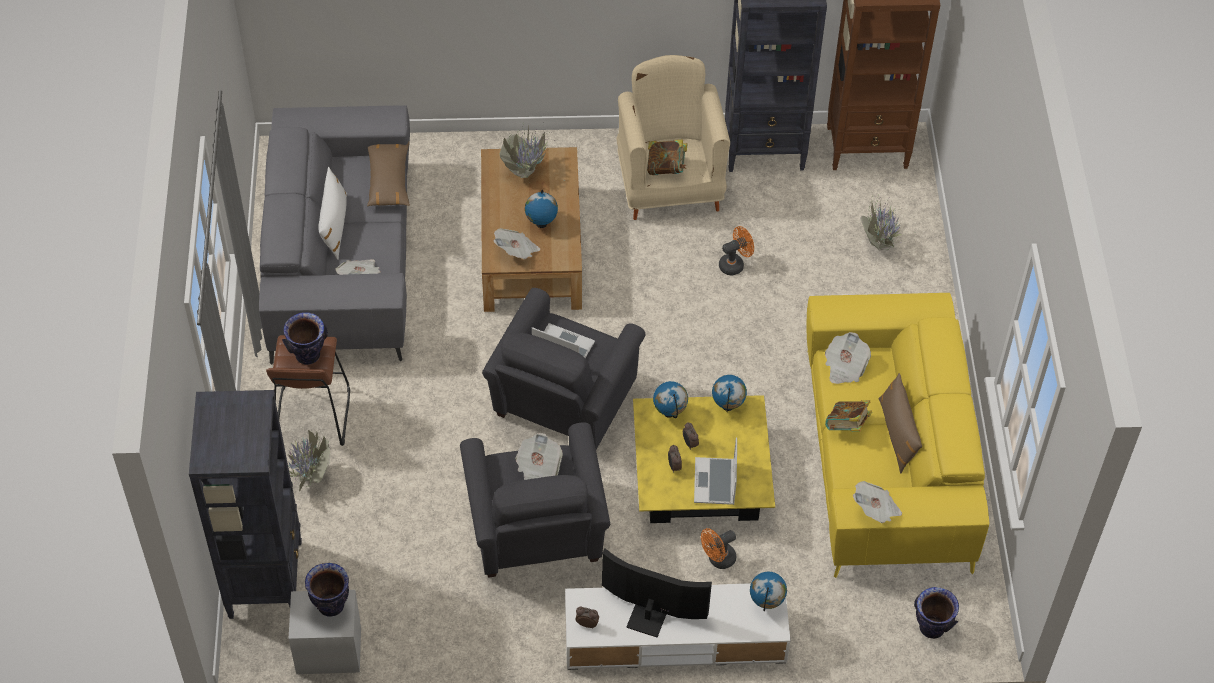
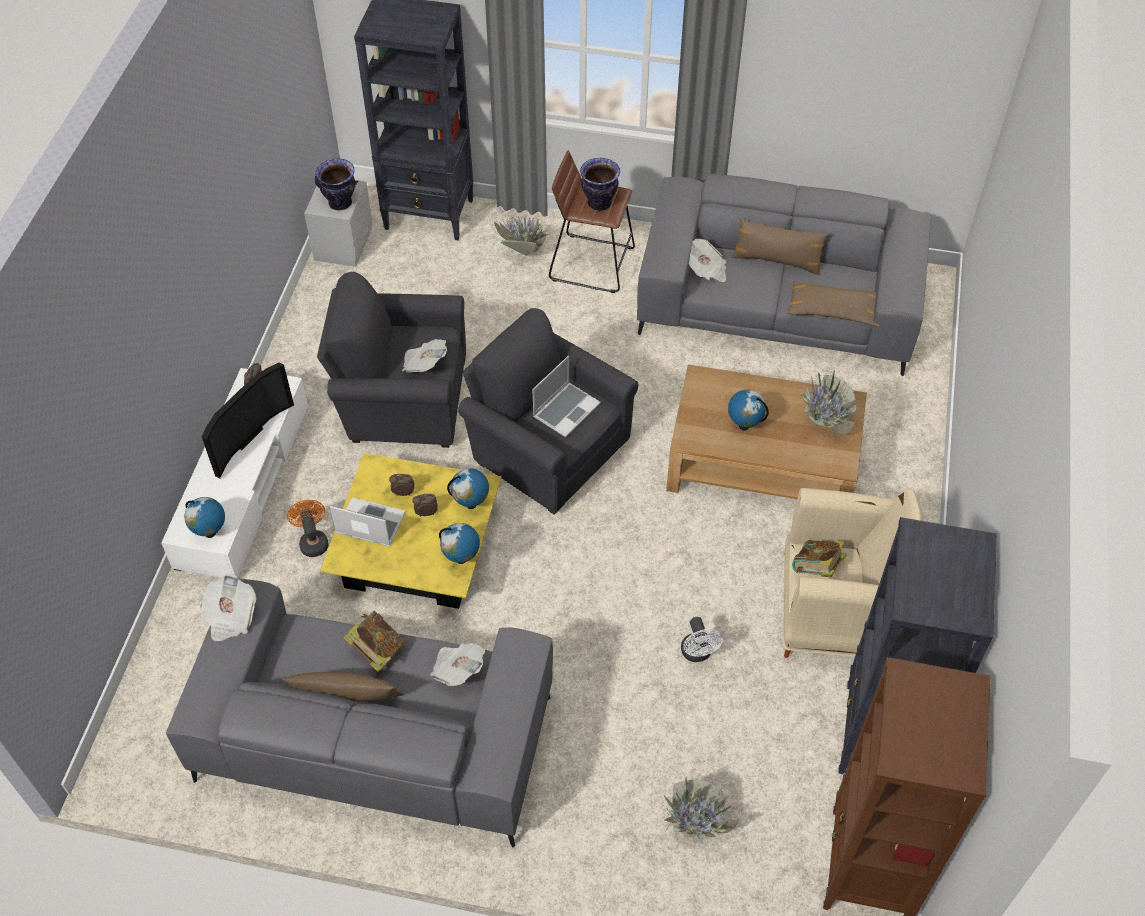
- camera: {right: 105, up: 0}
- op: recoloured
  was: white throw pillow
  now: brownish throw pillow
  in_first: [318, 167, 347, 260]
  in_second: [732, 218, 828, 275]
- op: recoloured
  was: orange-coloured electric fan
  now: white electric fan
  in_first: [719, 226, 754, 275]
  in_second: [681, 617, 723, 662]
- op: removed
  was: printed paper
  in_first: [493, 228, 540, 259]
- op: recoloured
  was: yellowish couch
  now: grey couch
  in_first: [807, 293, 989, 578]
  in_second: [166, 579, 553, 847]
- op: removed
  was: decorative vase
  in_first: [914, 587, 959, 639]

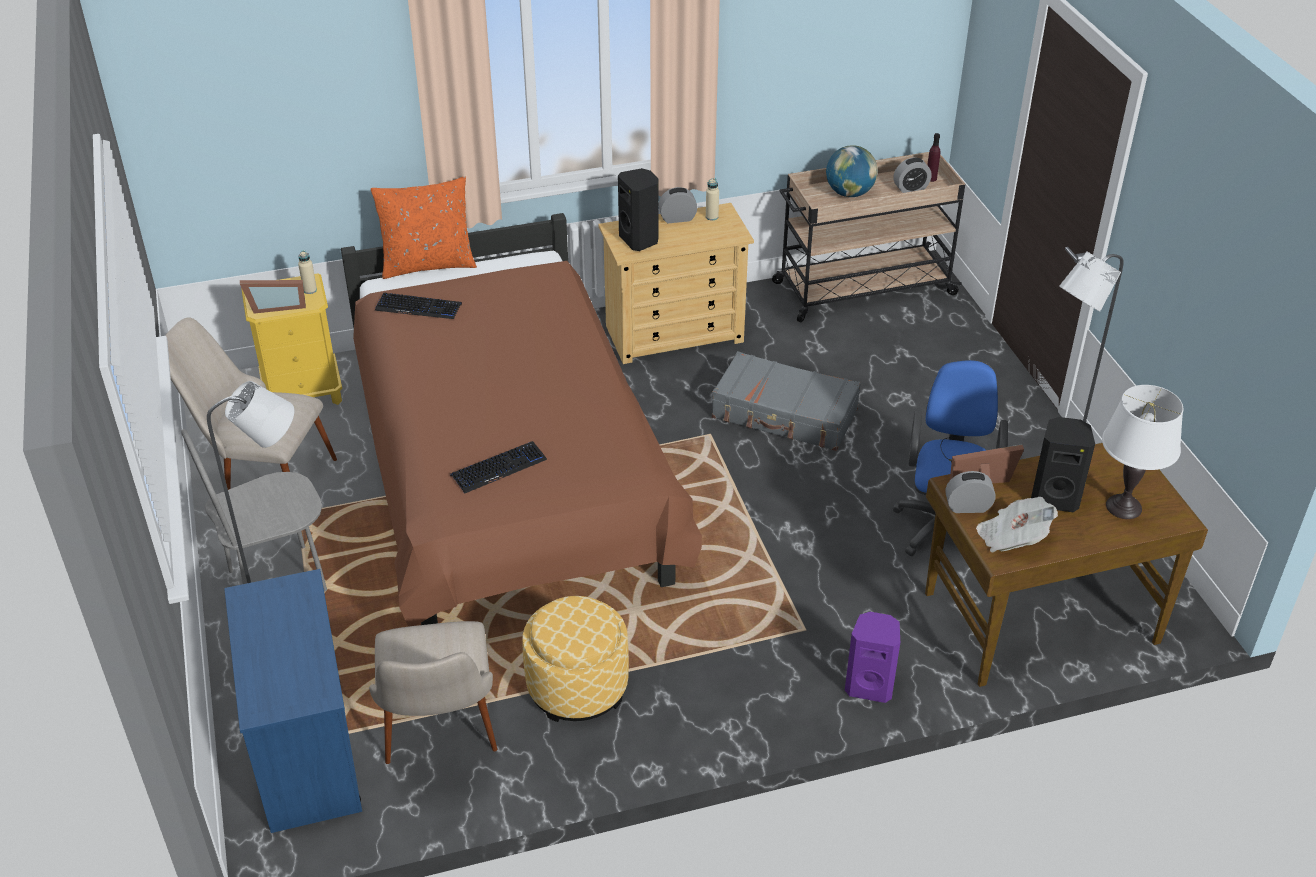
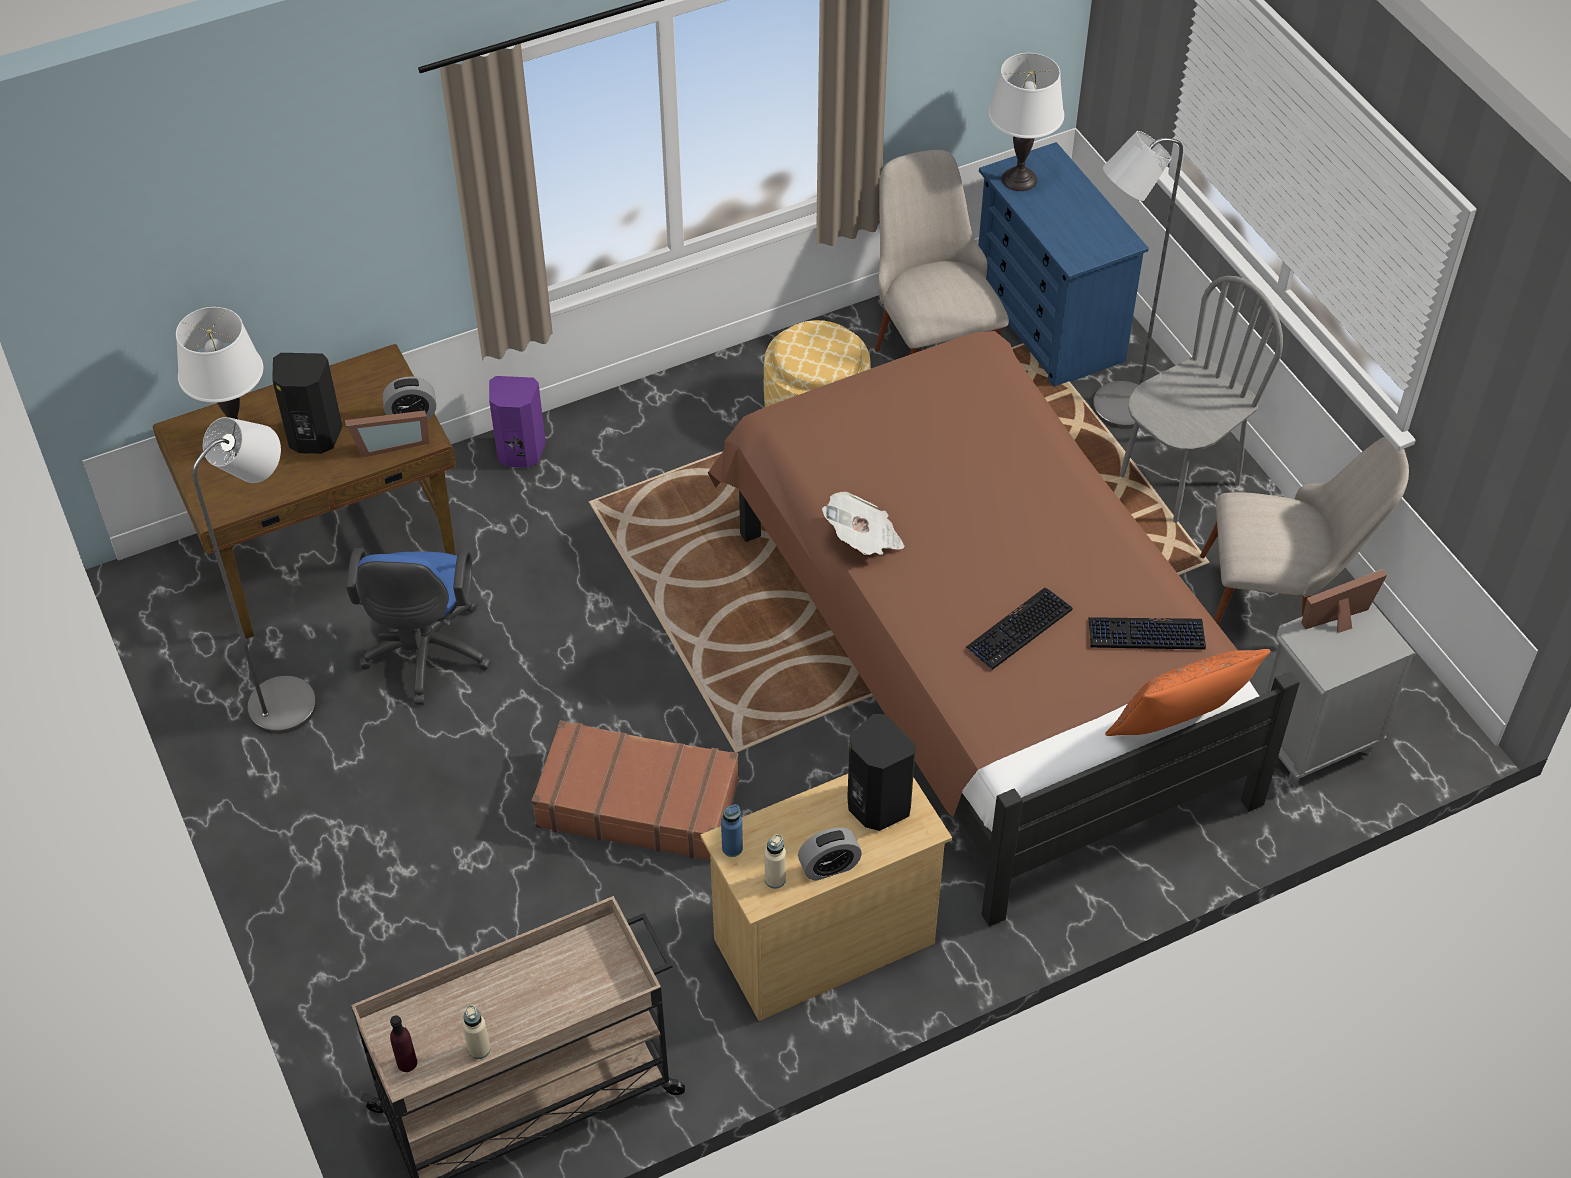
- camera: {right: 170, up: 10}
- op: removed
  was: desk globe
  in_first: [826, 145, 878, 197]
- op: removed
  was: alarm clock
  in_first: [893, 157, 932, 193]
- op: moved
  was: beige drink bottle
  in_first: [298, 250, 317, 294]
  in_second: [463, 1005, 490, 1059]
- op: recoloured
  was: yellowish night table
  now: grey night table
  in_first: [241, 273, 342, 405]
  in_second: [1265, 602, 1416, 786]
- op: recoloured
  was: grey travel case
  now: brownish travel case
  in_first: [712, 351, 861, 451]
  in_second: [532, 720, 739, 861]
- op: moved
  was: computer keyboard
  in_first: [450, 441, 547, 494]
  in_second: [966, 588, 1072, 670]
- op: moved
  was: printed paper
  in_first: [976, 497, 1058, 552]
  in_second: [822, 492, 905, 555]
- op: added
  now: white lamp for a table
  in_second: [988, 53, 1064, 191]
- op: added
  now: blue drink bottle
  in_second: [721, 804, 743, 857]

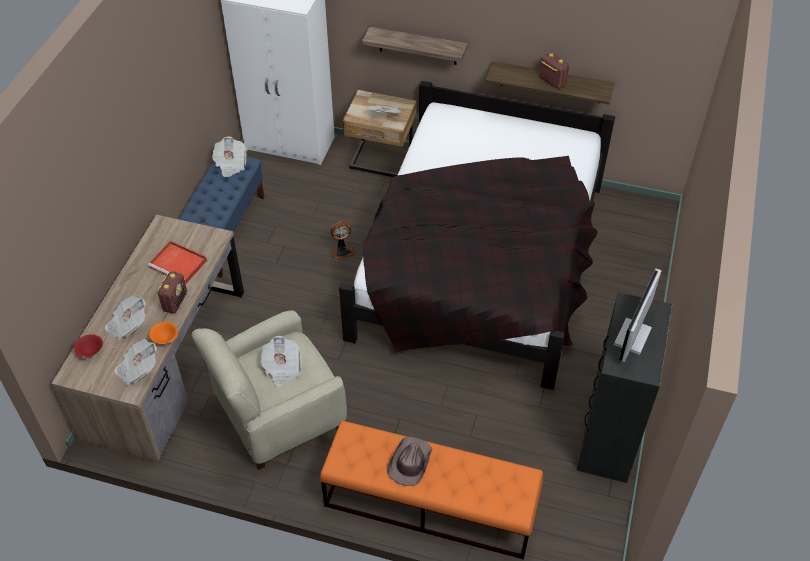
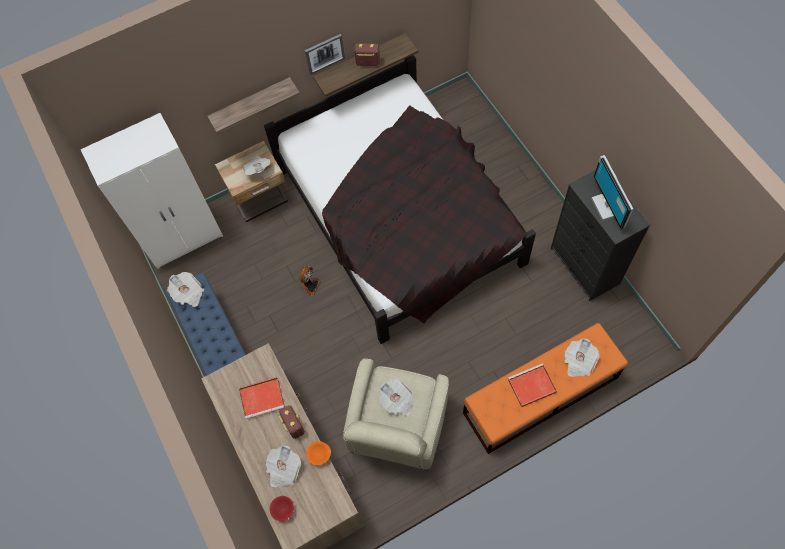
- camera: {right: -40, up: 15}
- op: moved
  was: printed paper
  in_first: [114, 339, 157, 385]
  in_second: [564, 339, 599, 377]
- op: replaced
  was: brownish wearable hat
  now: reddish carrying tray
  in_first: [387, 437, 432, 486]
  in_second: [508, 364, 557, 407]
- op: added
  now: picture
  in_second: [305, 34, 345, 75]

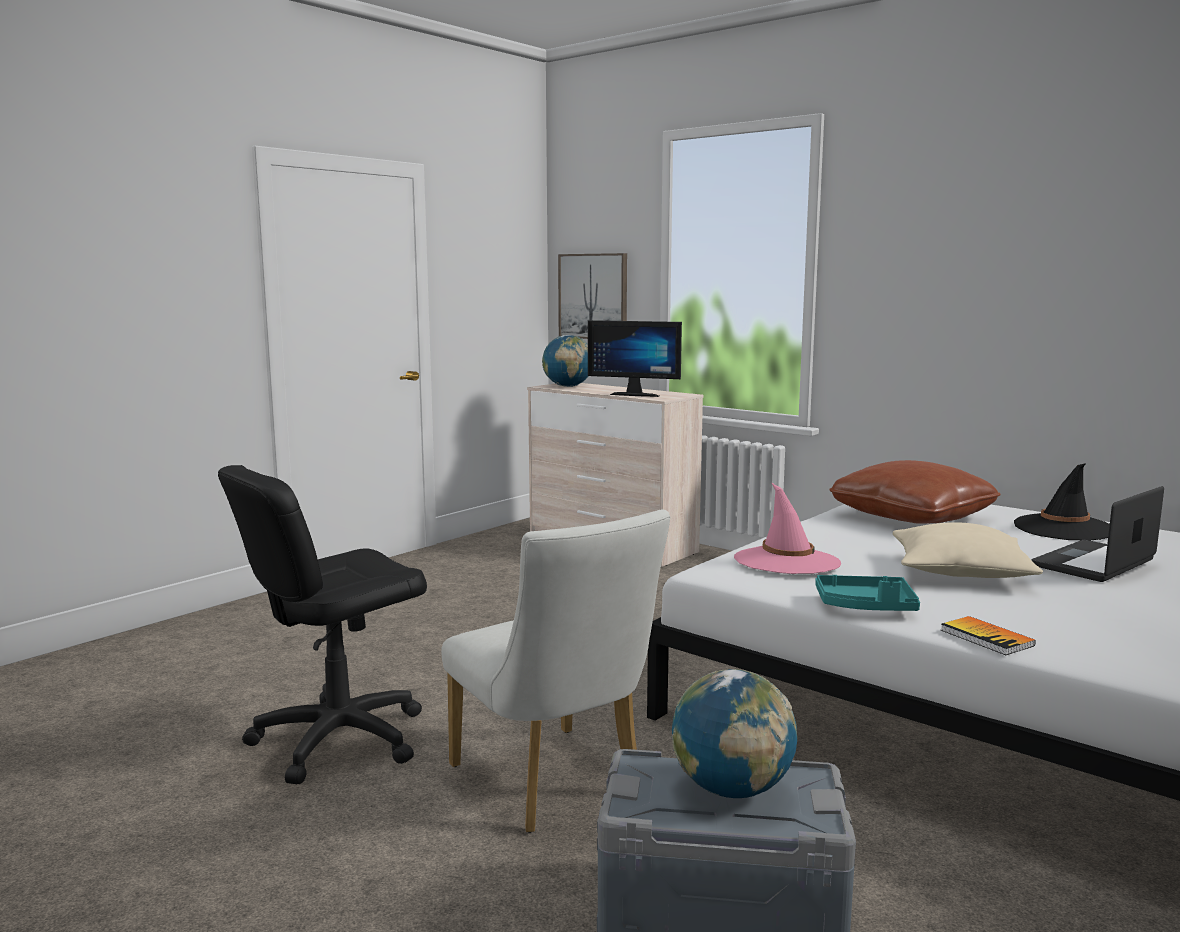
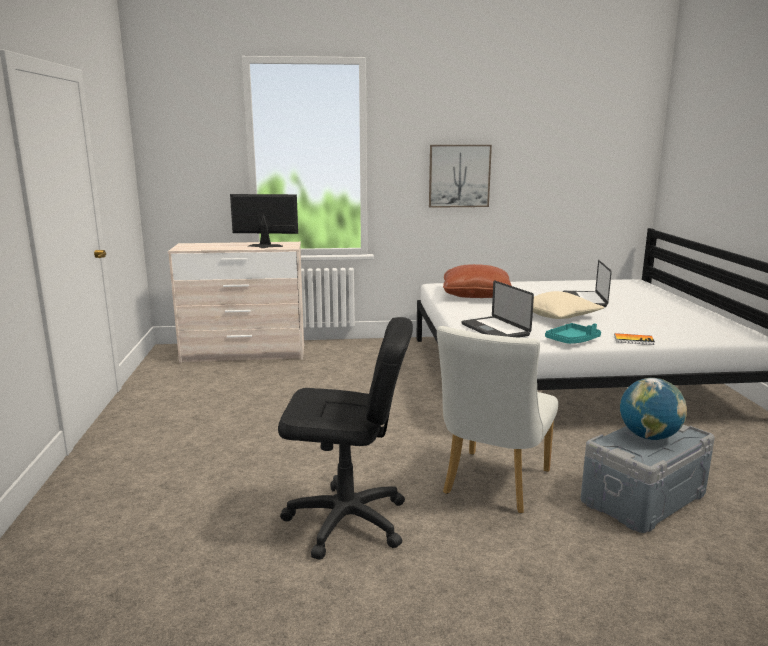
- camera: {right: -45, up: 5}
- op: moved
  was: picture
  in_first: [558, 253, 627, 339]
  in_second: [429, 145, 492, 208]
- op: turned
  was: computer screen
  in_first: [588, 320, 682, 397]
  in_second: [230, 194, 298, 248]
  clockwise: -150
- op: removed
  was: desk globe
  in_first: [542, 335, 588, 387]
- op: removed
  was: blackish wearable hat
  in_first: [1014, 463, 1110, 541]
- op: turned
  was: blackish desk chair
  in_first: [218, 465, 427, 784]
  in_second: [278, 317, 413, 560]
  clockwise: -90
- op: replaced
  was: pink-coloured wearable hat
  now: laptop
  in_first: [734, 483, 841, 574]
  in_second: [461, 280, 534, 338]
- op: turned
  was: white chair
  in_first: [441, 510, 670, 833]
  in_second: [437, 326, 558, 513]
  clockwise: 105

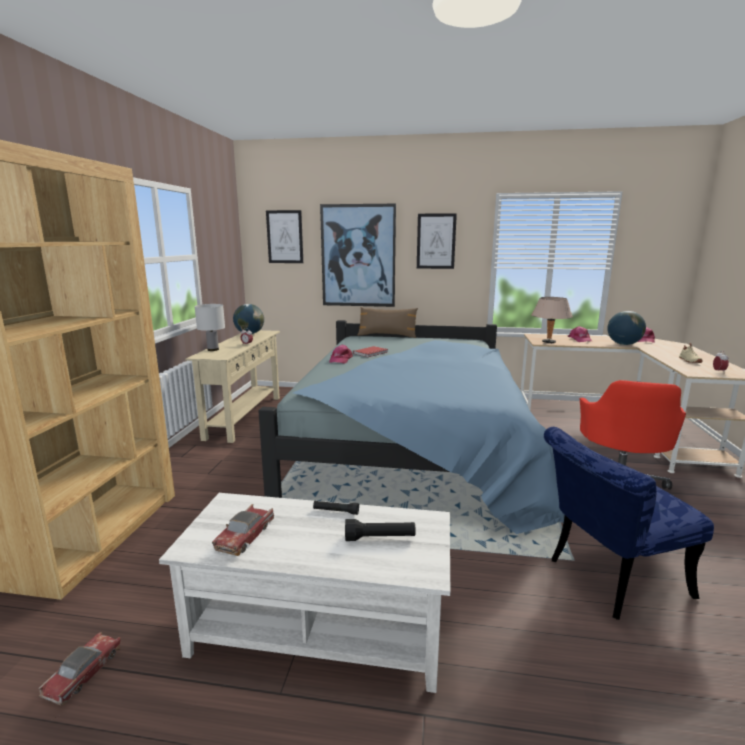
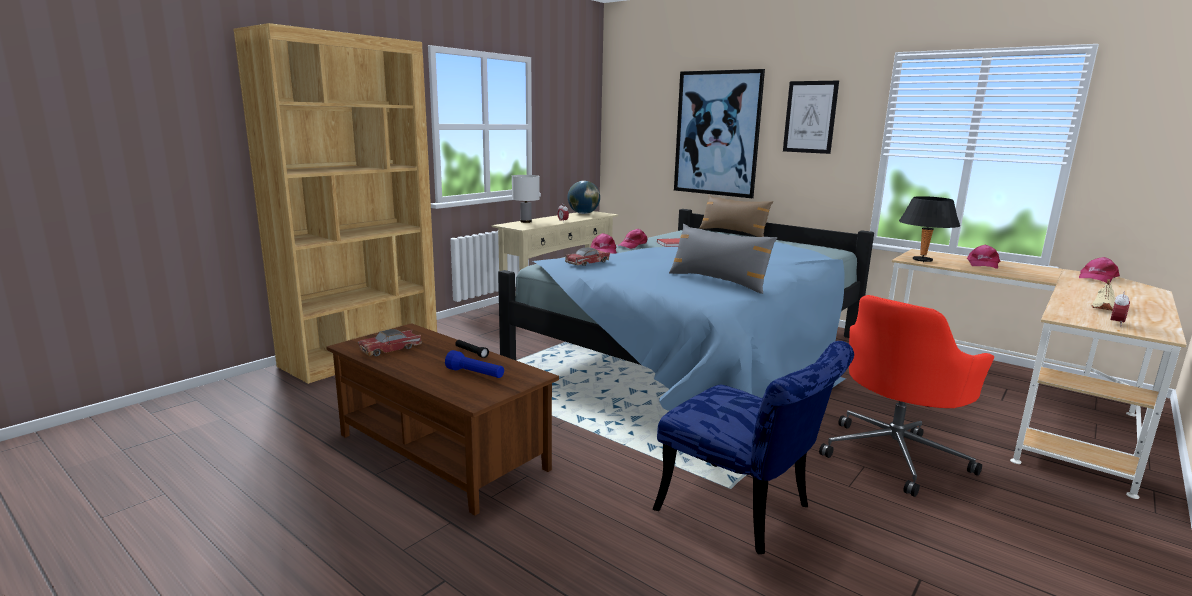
- camera: {right: 30, up: 0}
- op: removed
  was: picture
  in_first: [266, 210, 303, 263]
- op: recoloured
  was: beige lamp for a table
  now: blackish lamp for a table
  in_first: [531, 297, 573, 344]
  in_second: [899, 196, 960, 262]
- op: removed
  was: desk globe
  in_first: [607, 311, 646, 345]
- op: turned
  was: blue chair
  in_first: [544, 427, 714, 620]
  in_second: [652, 341, 854, 554]
  clockwise: -150
- op: recoloured
  was: white lounge table
  now: brownish lounge table
  in_first: [159, 493, 450, 693]
  in_second: [326, 323, 559, 516]
- op: recoloured
  was: blackish torch
  now: blue torch
  in_first: [345, 519, 416, 541]
  in_second: [445, 350, 504, 378]
- op: moved
  was: toy car
  in_first: [38, 632, 120, 706]
  in_second: [565, 247, 610, 266]
- op: added
  now: grey throw pillow
  in_second: [669, 224, 778, 294]
- op: added
  now: pink-coloured cap
  in_second: [590, 233, 617, 254]

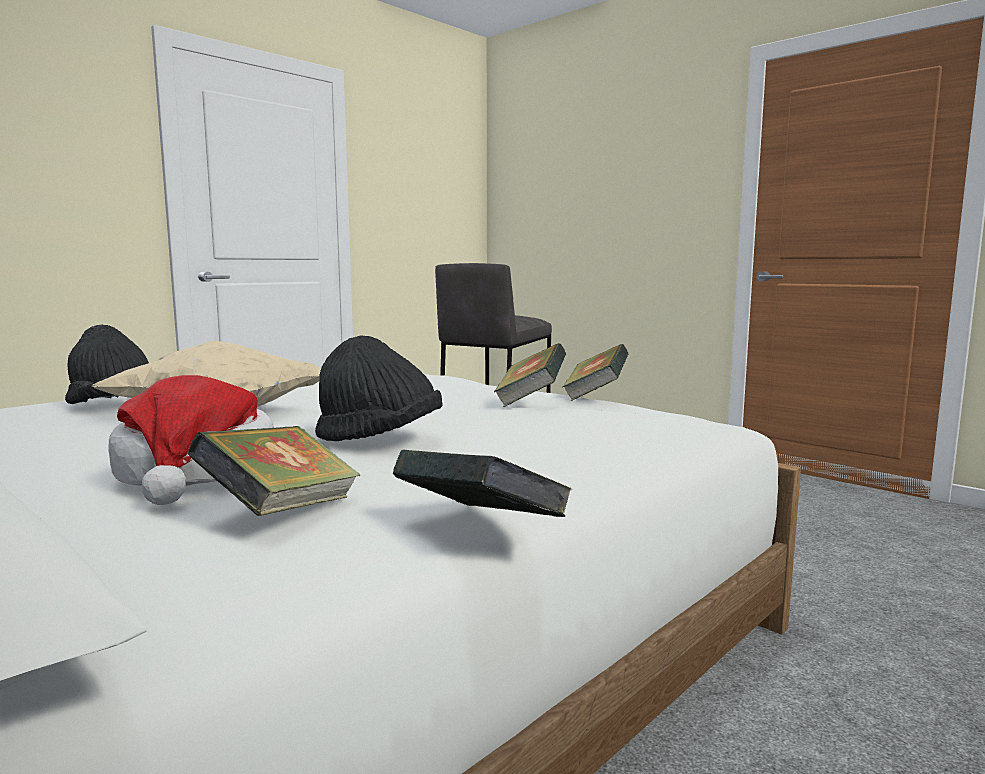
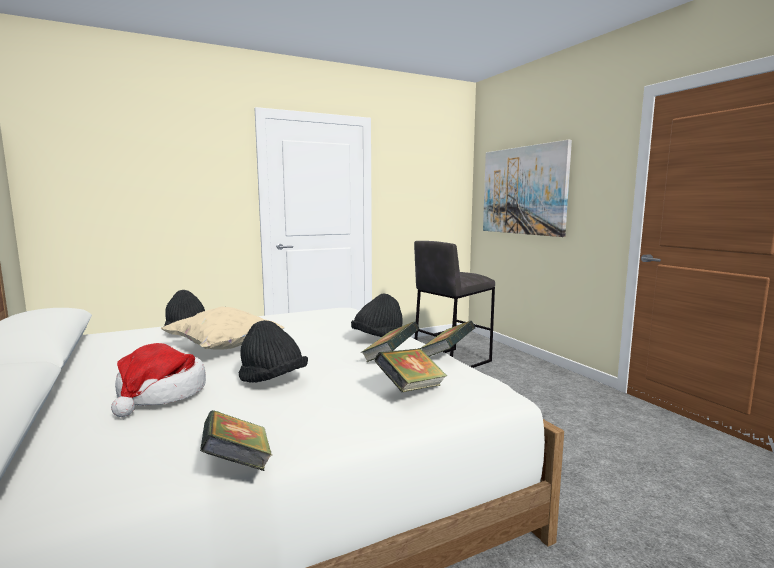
- camera: {right: 20, up: 0}
- op: moved
  was: bound book
  in_first: [188, 426, 360, 516]
  in_second: [374, 348, 447, 392]
- op: added
  now: picture
  in_second: [483, 140, 572, 237]
- op: added
  now: blackish wearable hat
  in_second: [351, 293, 403, 337]

